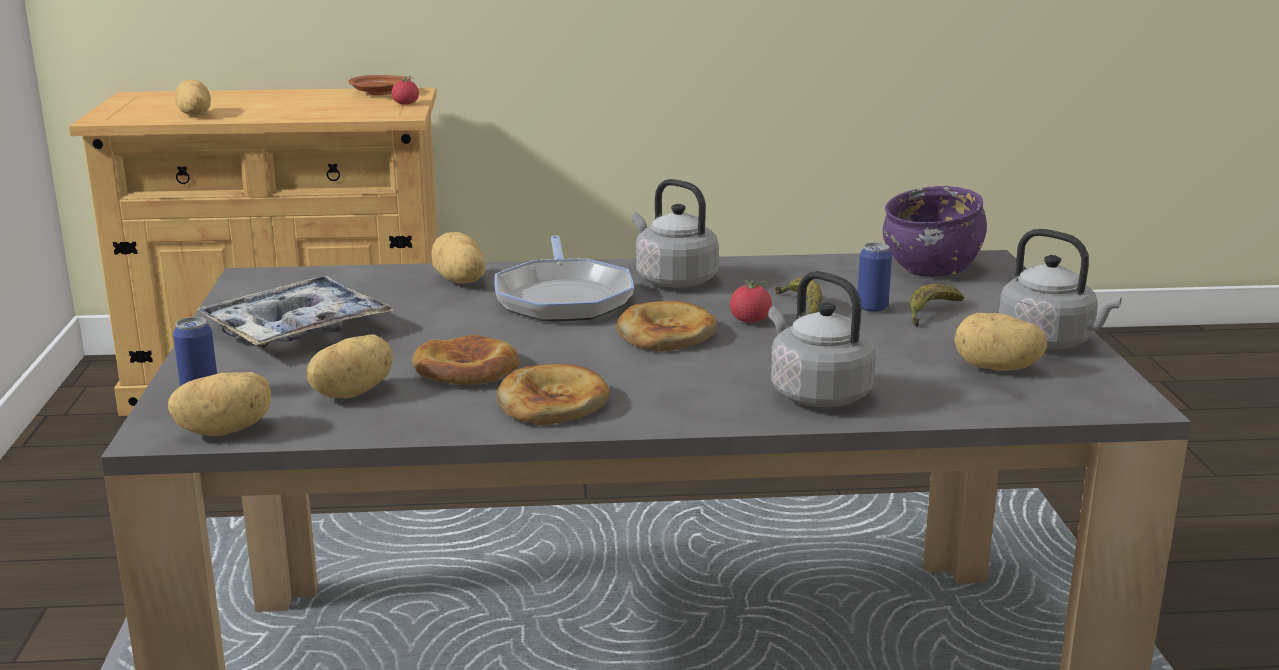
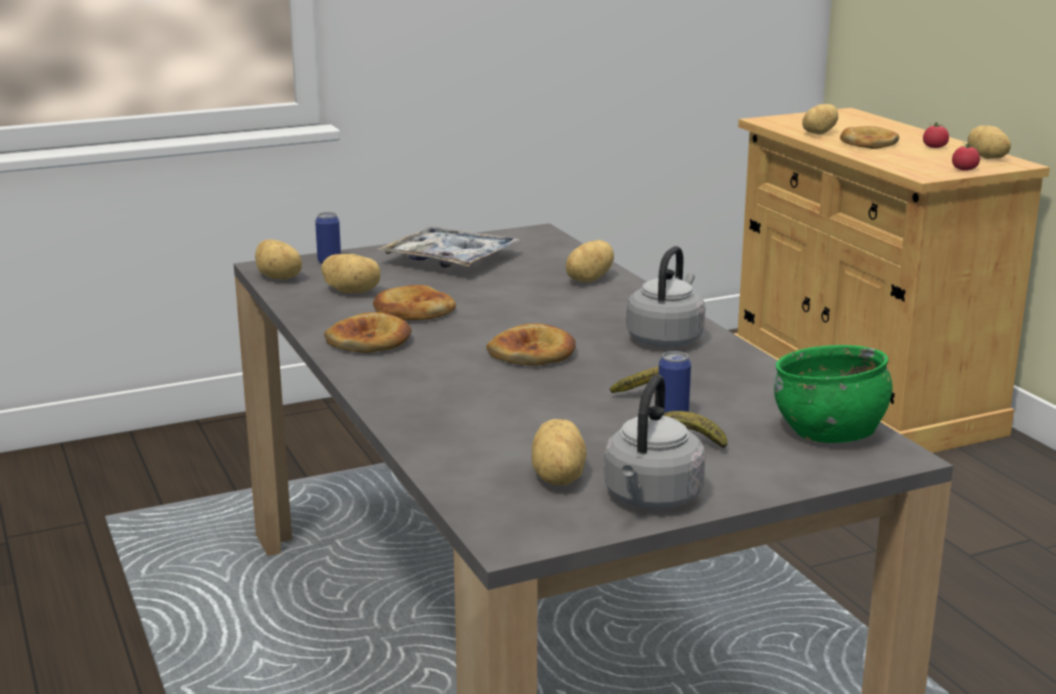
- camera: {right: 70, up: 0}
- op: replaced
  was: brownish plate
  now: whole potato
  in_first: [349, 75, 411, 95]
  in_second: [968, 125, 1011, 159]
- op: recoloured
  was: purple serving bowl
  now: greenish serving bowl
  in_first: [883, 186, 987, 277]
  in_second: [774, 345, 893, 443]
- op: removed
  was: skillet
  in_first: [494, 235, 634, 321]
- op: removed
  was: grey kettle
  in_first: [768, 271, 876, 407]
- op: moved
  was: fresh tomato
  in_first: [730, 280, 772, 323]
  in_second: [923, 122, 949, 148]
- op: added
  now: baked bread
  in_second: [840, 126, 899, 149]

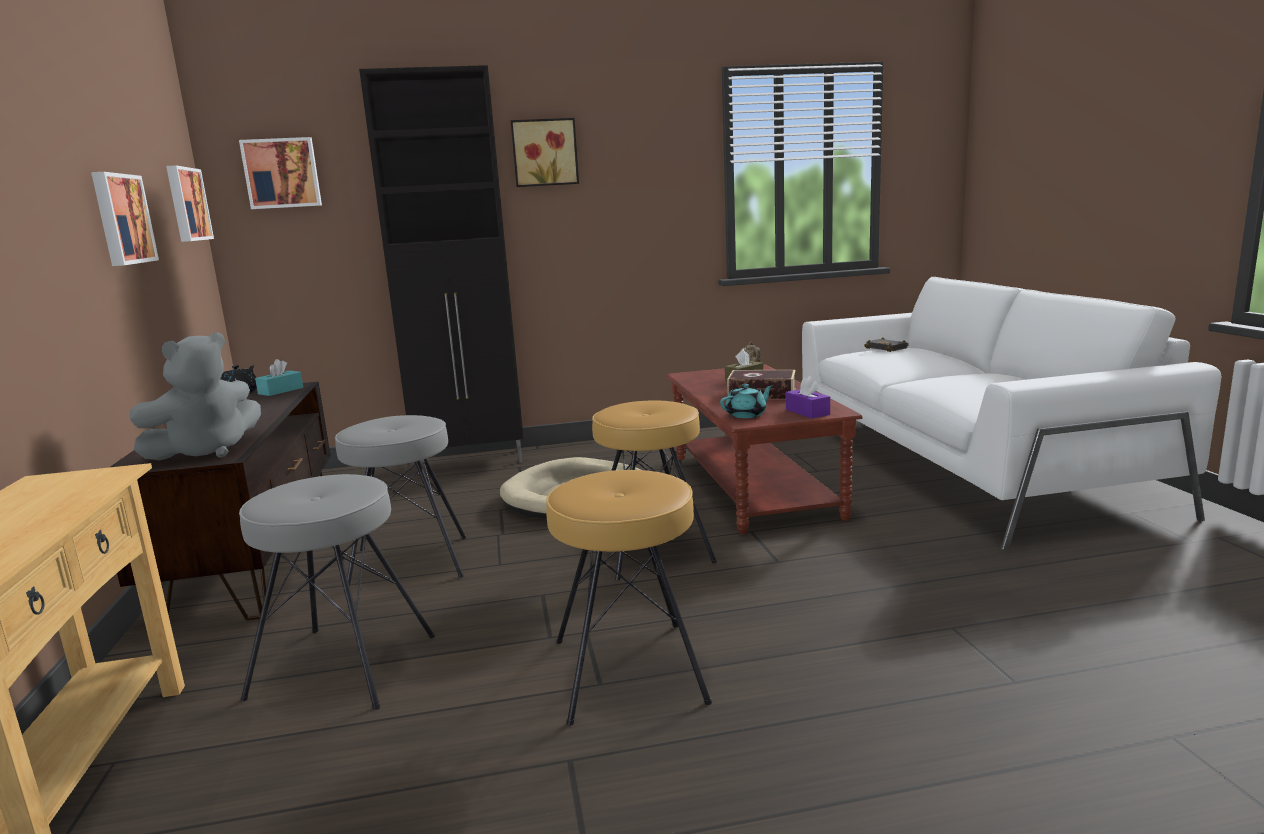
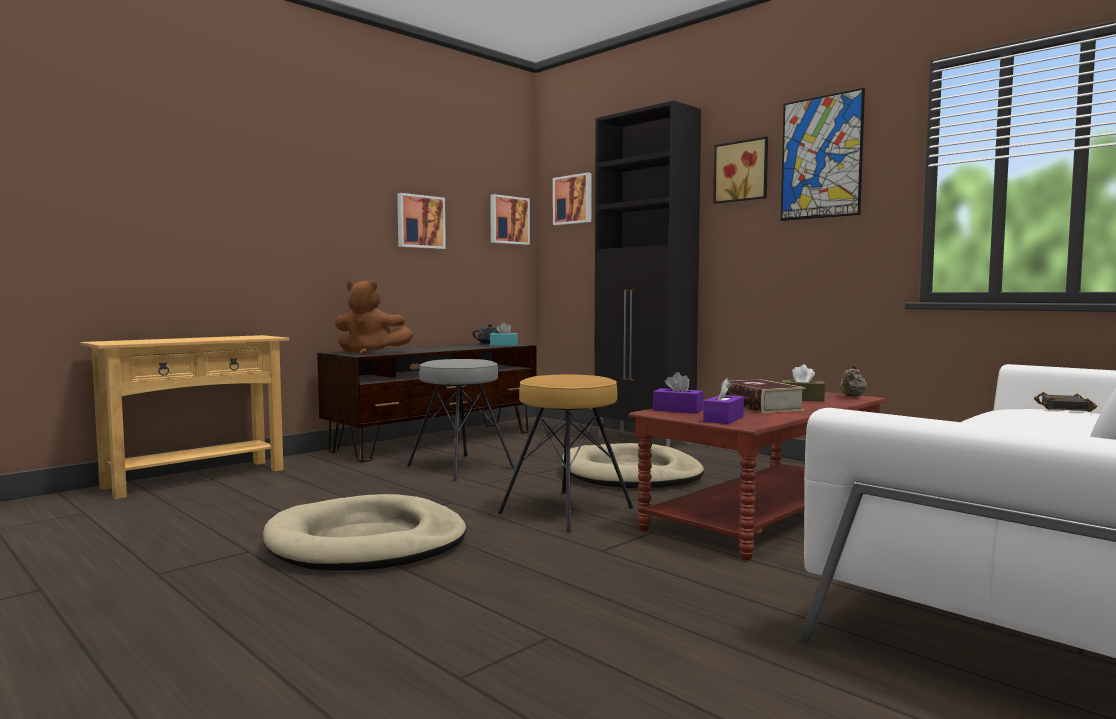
- camera: {right: 55, up: -10}
- op: recoloured
  was: grey cuddly toy
  now: brownish cuddly toy
  in_first: [130, 332, 261, 461]
  in_second: [335, 279, 413, 355]
- op: replaced
  was: blue-green pot for tea
  now: purple box of tissues
  in_first: [720, 384, 773, 418]
  in_second: [653, 372, 704, 414]
- op: replaced
  was: brownish sitting stool
  now: beige dog cushion
  in_first: [546, 470, 712, 726]
  in_second: [263, 494, 466, 571]
- op: removed
  was: grey sitting stool
  in_first: [239, 474, 435, 710]
- op: added
  now: picture
  in_second: [781, 88, 865, 221]

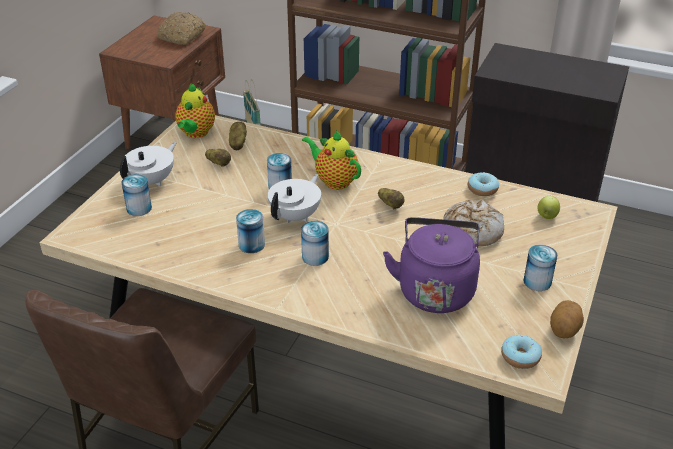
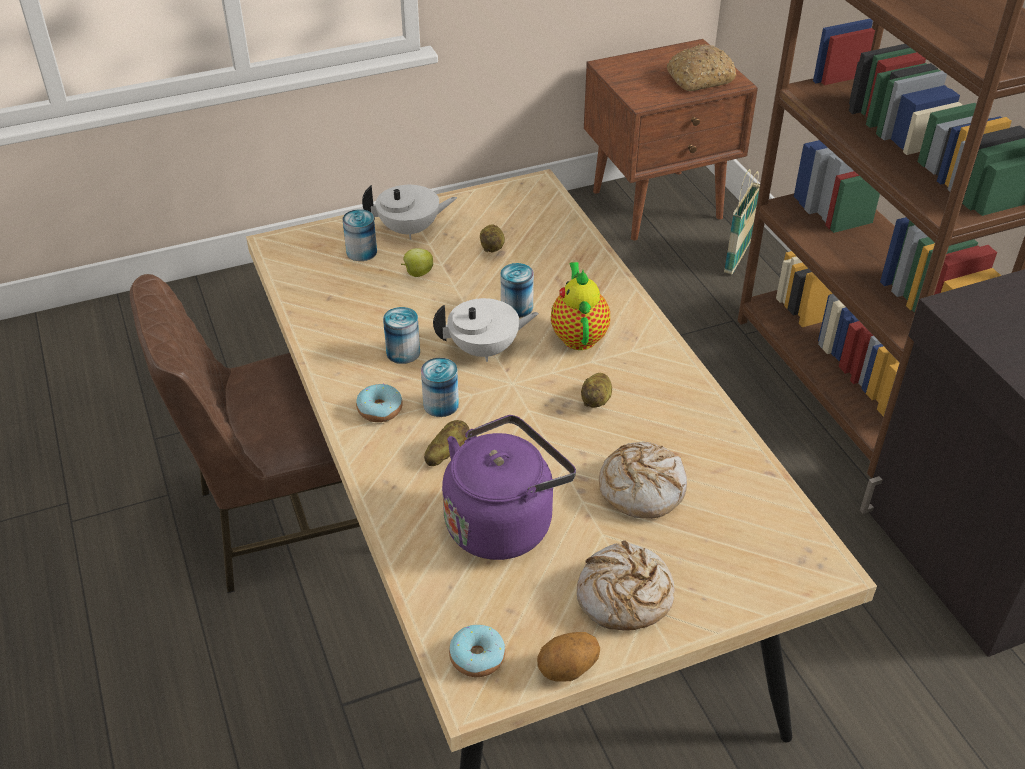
- camera: {right: 45, up: 5}
- op: removed
  was: pot for tea
  in_first: [175, 83, 215, 138]
- op: moved
  was: whole potato
  in_first: [229, 122, 247, 150]
  in_second: [424, 420, 470, 466]
- op: moved
  was: ring doughnut
  in_first: [468, 172, 499, 196]
  in_second: [356, 383, 403, 422]
- op: moved
  was: whole apple
  in_first: [537, 196, 560, 219]
  in_second: [401, 248, 433, 277]
- op: replaced
  was: can
  now: baked bread
  in_first: [523, 245, 557, 291]
  in_second: [577, 540, 675, 630]

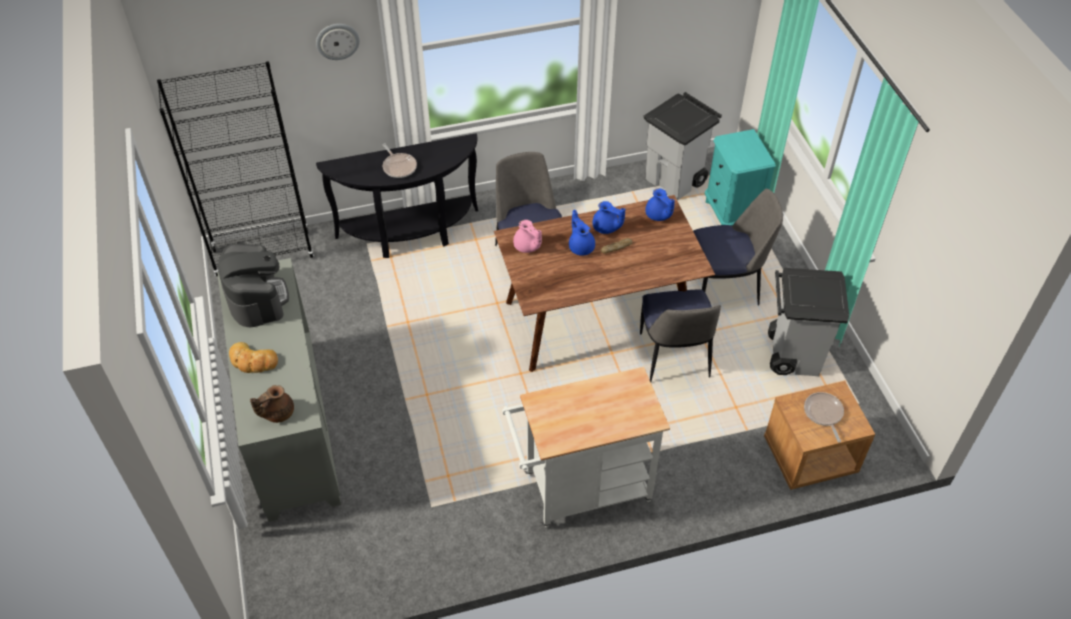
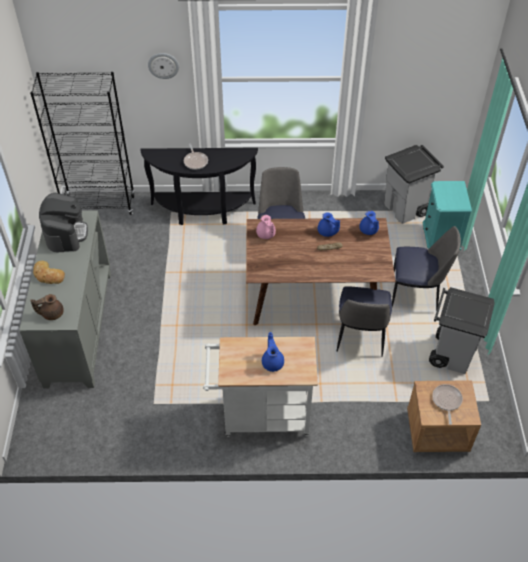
- camera: {right: 15, up: 0}
- op: moved
  was: blue pot for tea
  in_first: [569, 210, 595, 256]
  in_second: [262, 332, 284, 372]

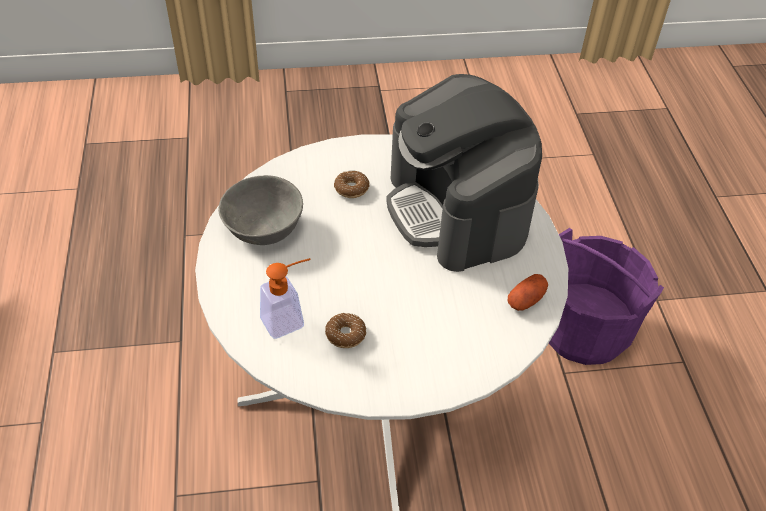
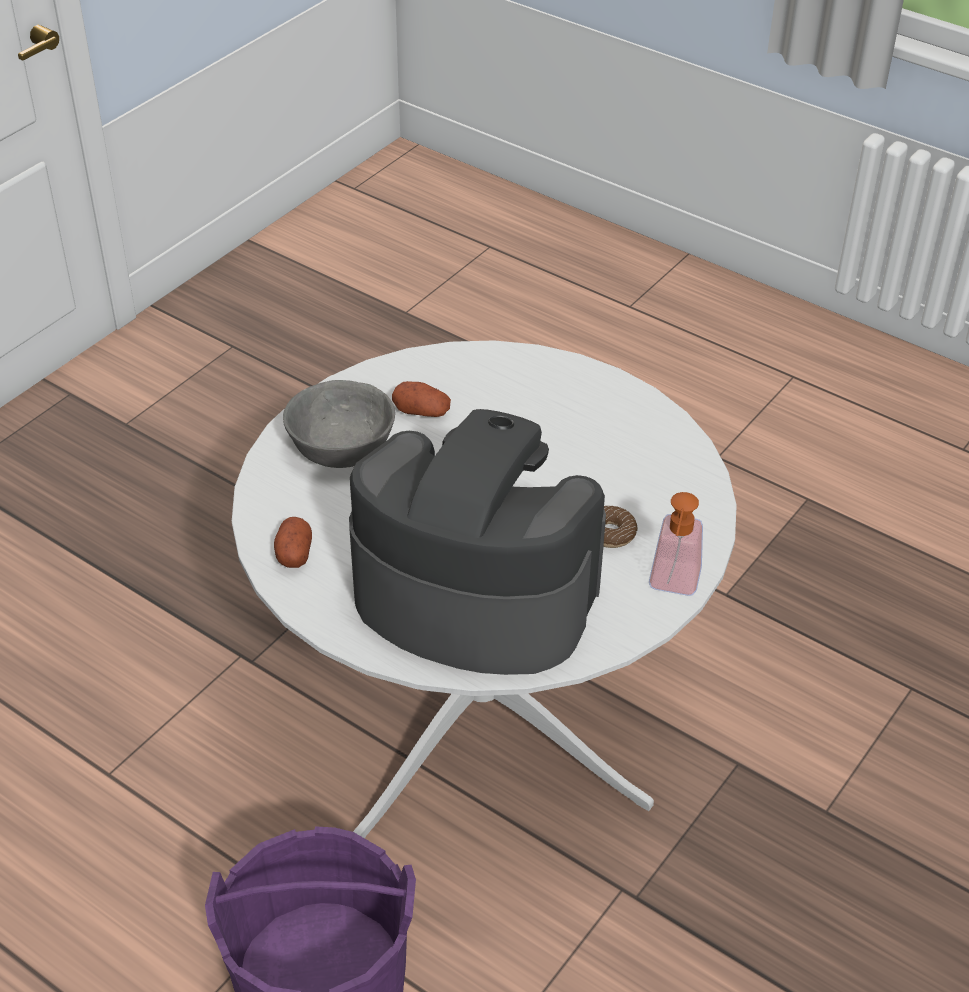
- camera: {right: 135, up: -5}
- op: moved
  was: grey serving bowl
  in_first: [218, 175, 303, 245]
  in_second: [283, 380, 395, 468]
- op: moved
  was: soap dispenser
  in_first: [260, 258, 310, 339]
  in_second: [649, 492, 703, 596]
- op: replaced
  was: ring doughnut
  now: whole potato
  in_first: [325, 313, 366, 348]
  in_second: [392, 381, 451, 417]

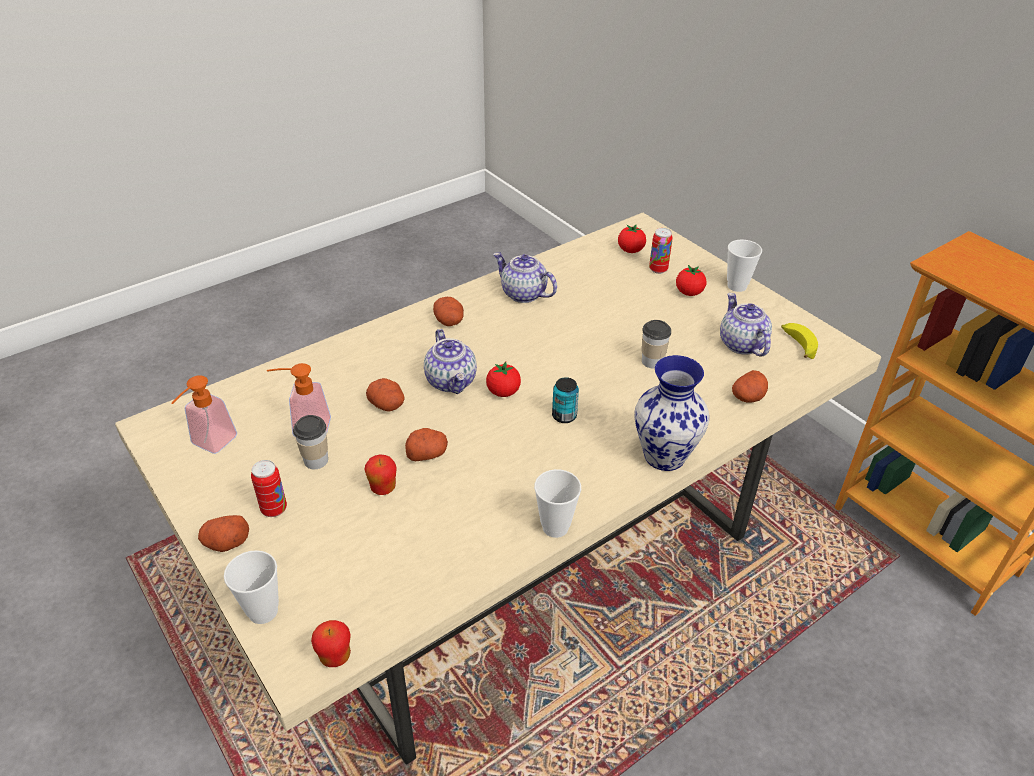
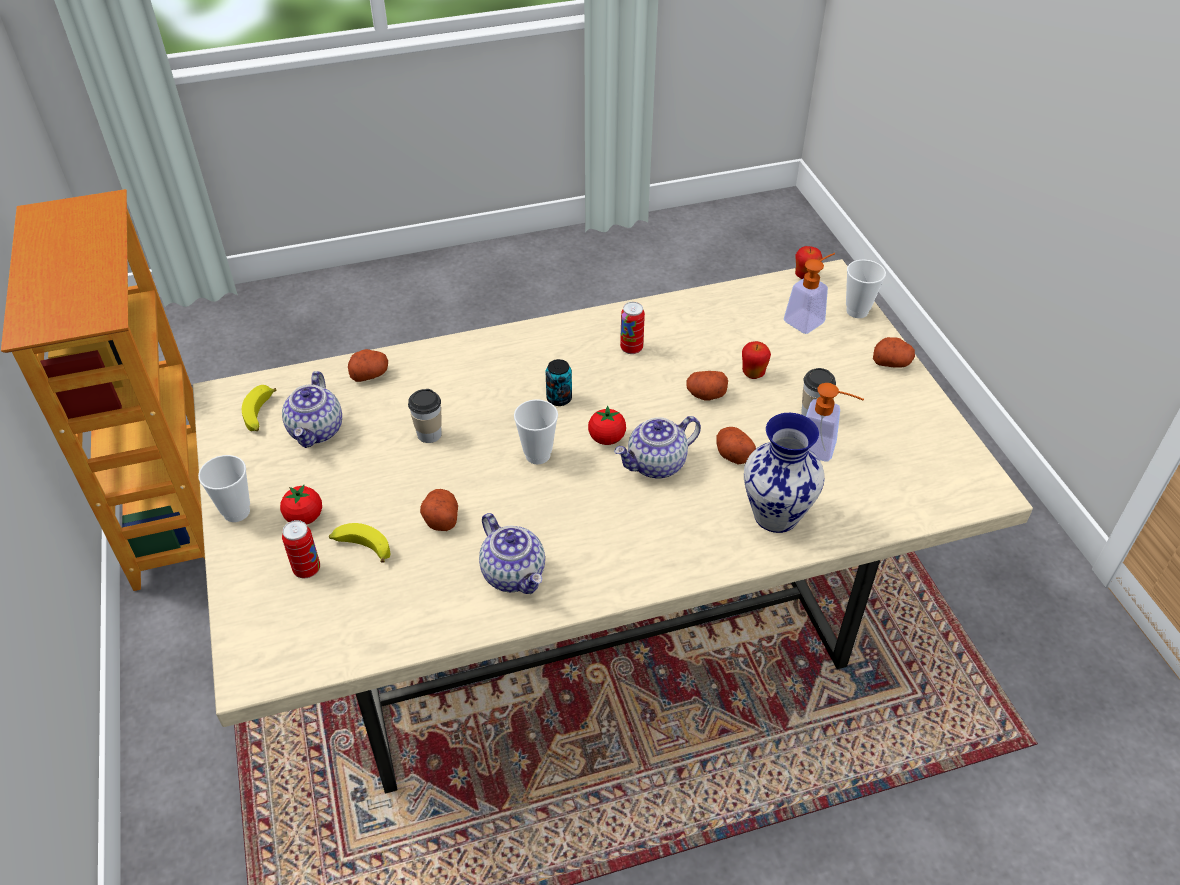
- camera: {right: -160, up: 5}
- op: removed
  was: fresh tomato
  in_first: [618, 224, 646, 253]
- op: moved
  was: whole potato
  in_first: [433, 297, 464, 326]
  in_second: [420, 489, 458, 531]
- op: turned
  was: pot for tea
  in_first: [424, 329, 477, 394]
  in_second: [614, 416, 701, 479]
  clockwise: -120
- op: moved
  was: decorative vase
  in_first: [635, 355, 709, 471]
  in_second: [744, 413, 824, 533]
- op: moved
  was: soap dispenser
  in_first: [172, 375, 237, 454]
  in_second: [784, 253, 835, 334]
- op: moved
  was: can
  in_first: [251, 460, 287, 517]
  in_second: [620, 302, 645, 354]
- op: moved
  was: cup
  in_first: [534, 469, 581, 538]
  in_second: [514, 399, 558, 464]
- op: added
  now: banana
  in_second: [329, 523, 390, 563]

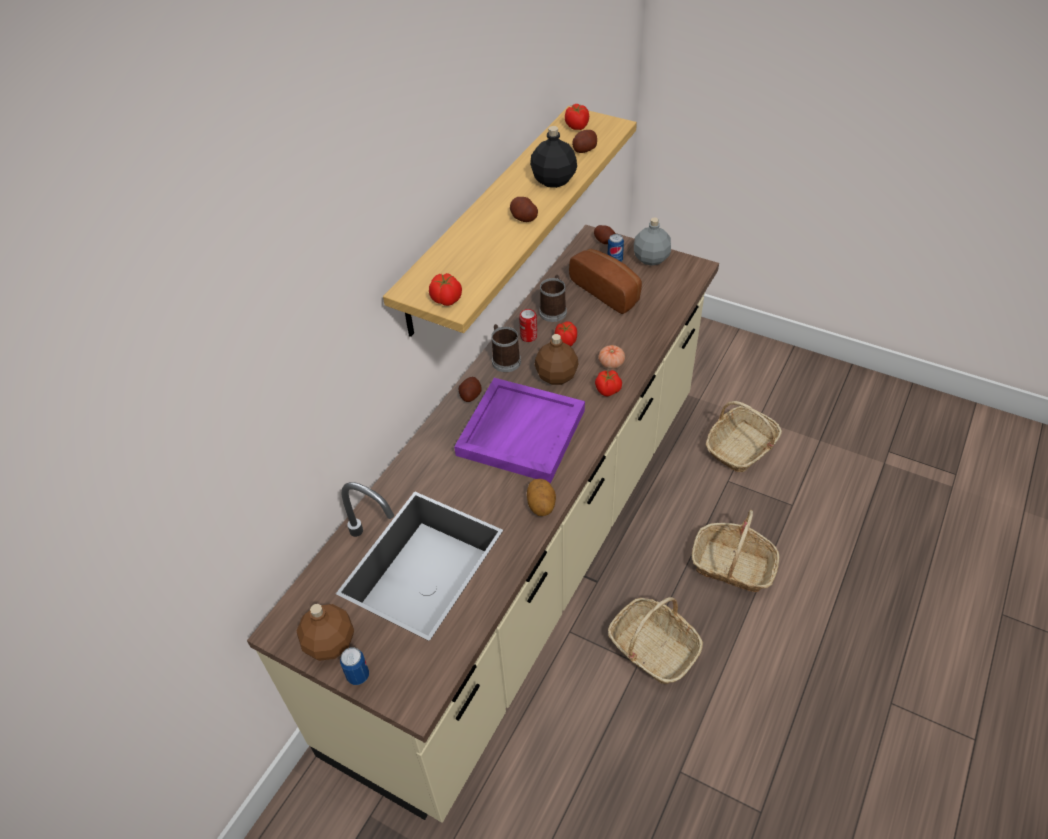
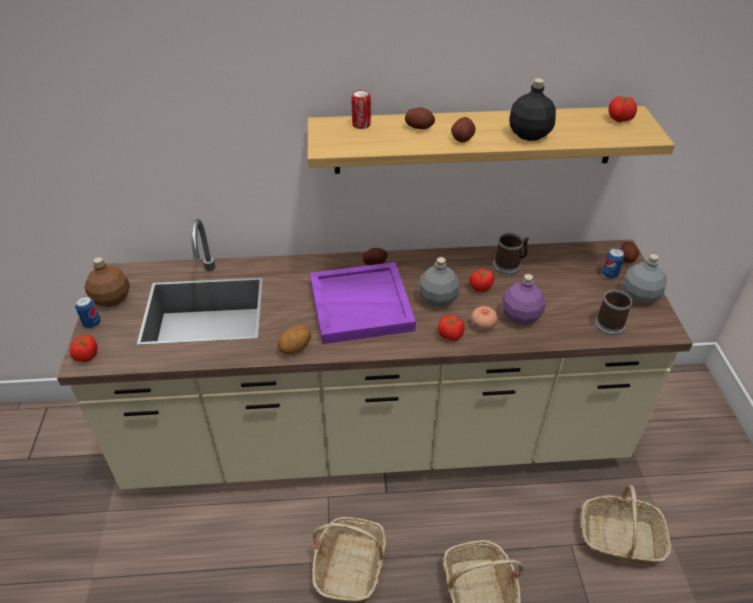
- camera: {right: 55, up: -5}
- op: moved
  was: whole potato
  in_first: [572, 130, 597, 153]
  in_second: [405, 107, 435, 129]
- op: removed
  was: baked bread
  in_first: [569, 249, 642, 314]
- op: moved
  was: fresh tomato
  in_first: [429, 273, 462, 306]
  in_second: [70, 334, 98, 362]
- op: moved
  was: can
  in_first: [519, 309, 537, 342]
  in_second: [351, 90, 371, 129]
- op: moved
  was: mug
  in_first: [491, 324, 521, 372]
  in_second: [594, 287, 632, 336]
- op: recoloured
  was: brownish drink bottle
  now: grey drink bottle
  in_first: [535, 334, 579, 385]
  in_second: [419, 257, 459, 307]
- op: added
  now: purple drink bottle
  in_second: [502, 274, 545, 325]

